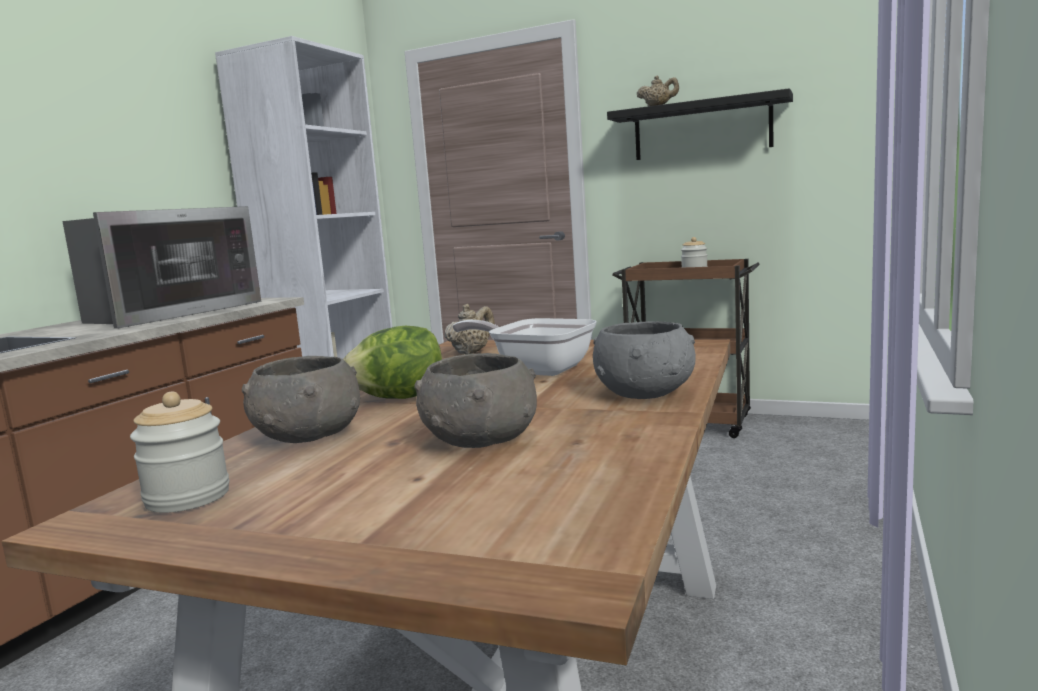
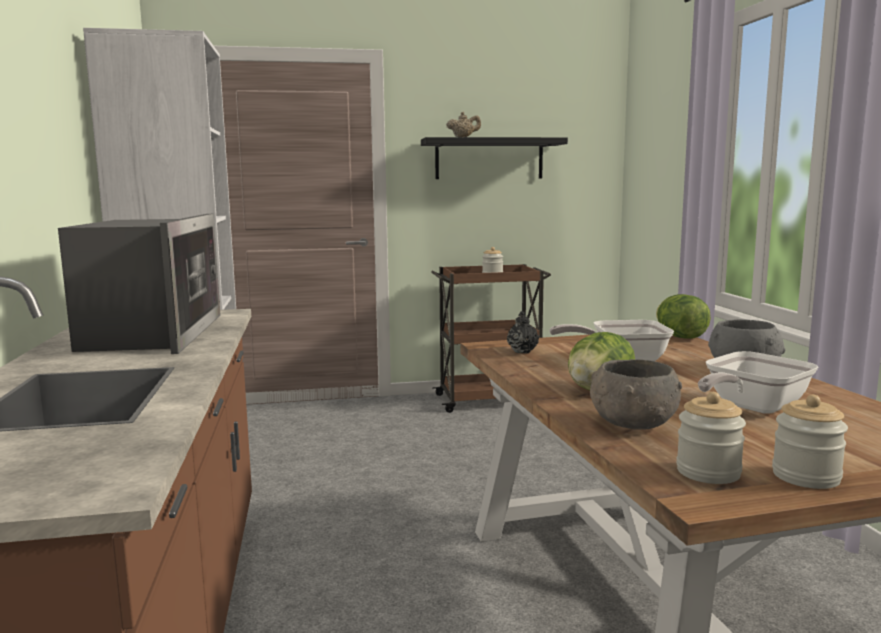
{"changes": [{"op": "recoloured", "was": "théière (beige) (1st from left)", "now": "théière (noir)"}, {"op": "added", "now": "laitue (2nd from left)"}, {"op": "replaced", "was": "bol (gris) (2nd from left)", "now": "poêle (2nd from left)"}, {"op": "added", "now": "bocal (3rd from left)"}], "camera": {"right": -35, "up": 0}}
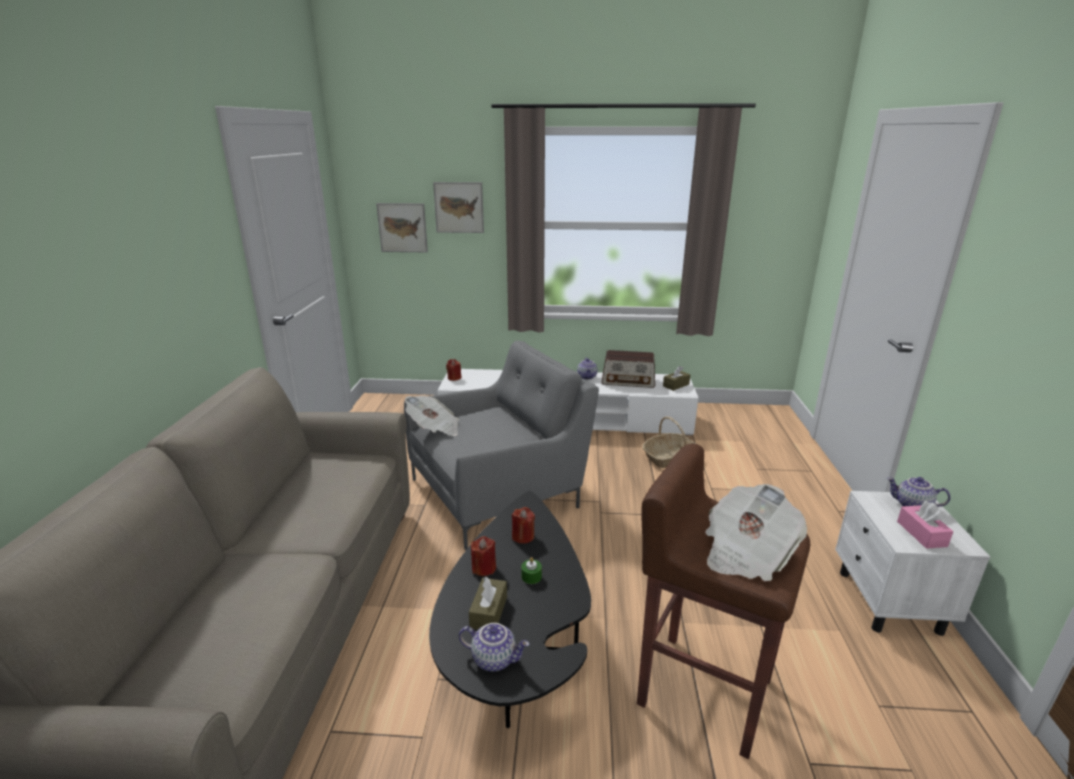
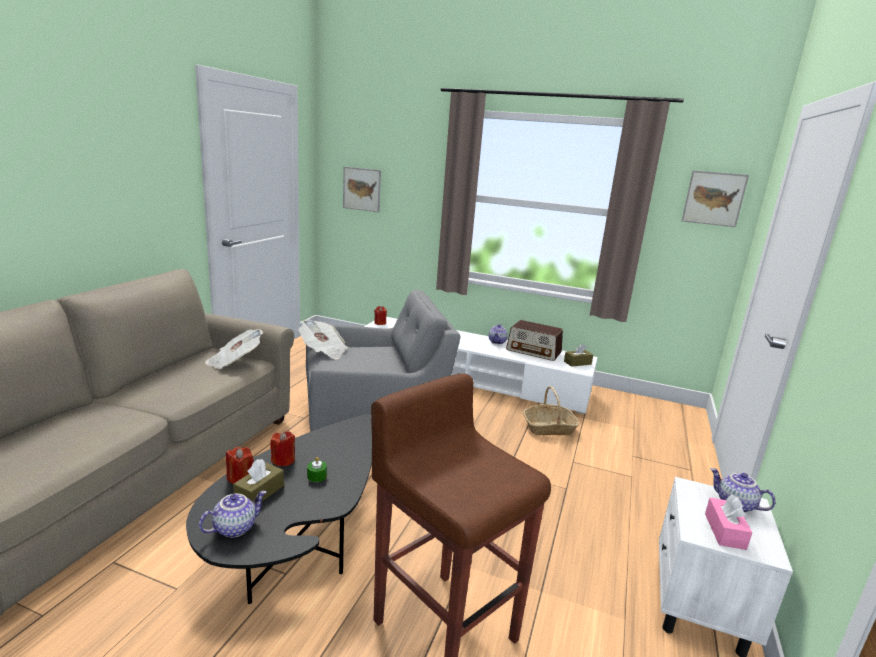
{"changes": [{"op": "turned", "was": "théière (1st from left)", "clockwise": -75}, {"op": "moved", "was": "journal (2nd from left in the first image)", "now": "journal (1st from left)"}, {"op": "moved", "was": "bougie (rouge) (3rd from left in the first image)", "now": "bougie (rouge) (1st from left)"}, {"op": "moved", "was": "tableau (2nd from left)"}], "camera": {"right": 15, "up": -5}}
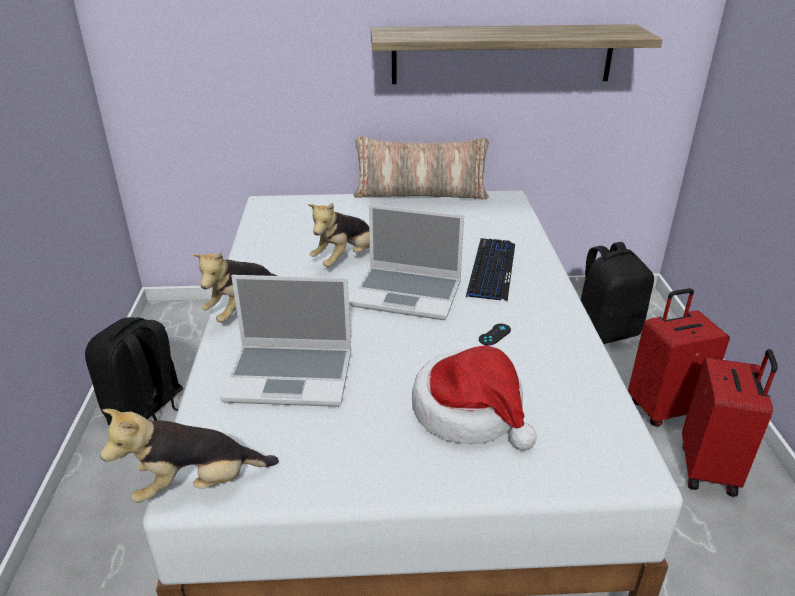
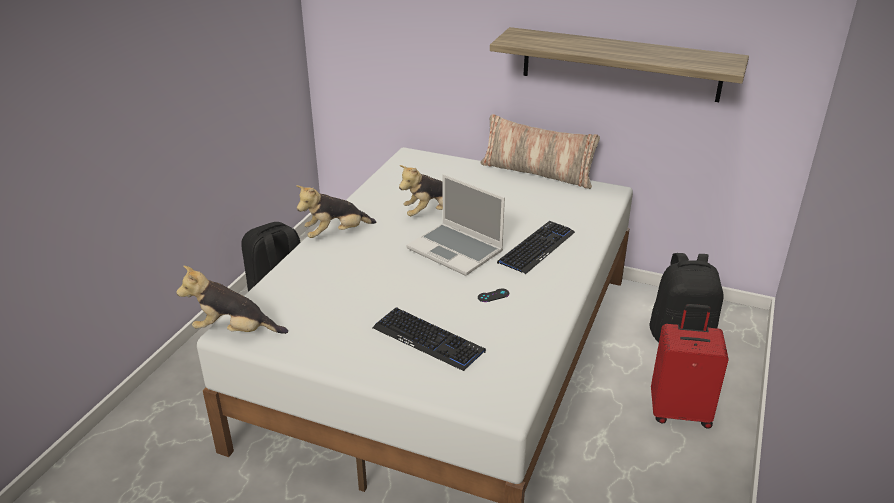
{"changes": [{"op": "replaced", "was": "chapeau", "now": "clavier (1st from left)"}, {"op": "removed", "was": "ordinateur portable (1st from left)"}, {"op": "removed", "was": "valise (rouge) (2nd from left)"}], "camera": {"right": 25, "up": 0}}
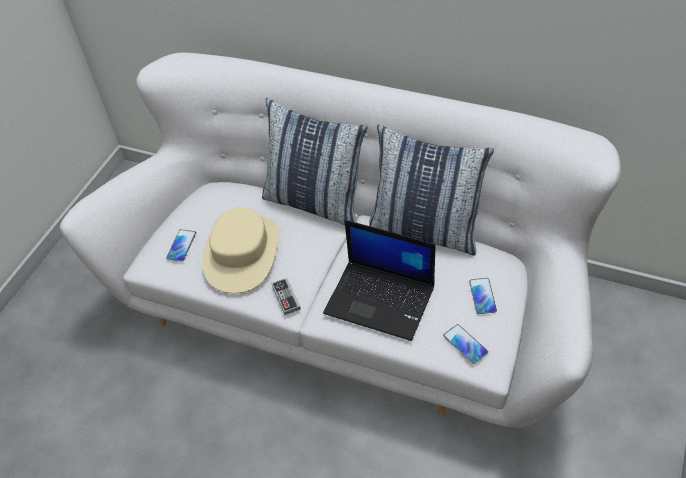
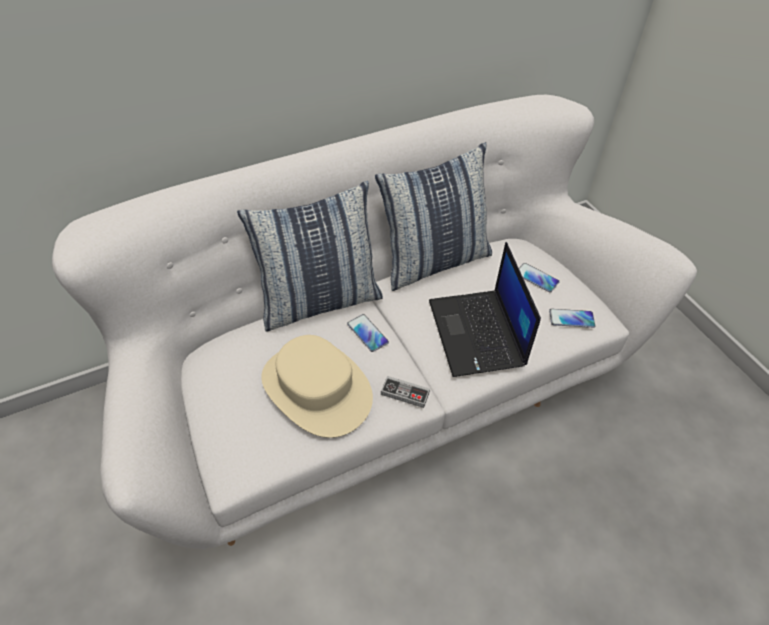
{"changes": [{"op": "moved", "was": "téléphone (1st from left)"}, {"op": "turned", "was": "ordinateur portable", "clockwise": 105}], "camera": {"right": -55, "up": 0}}
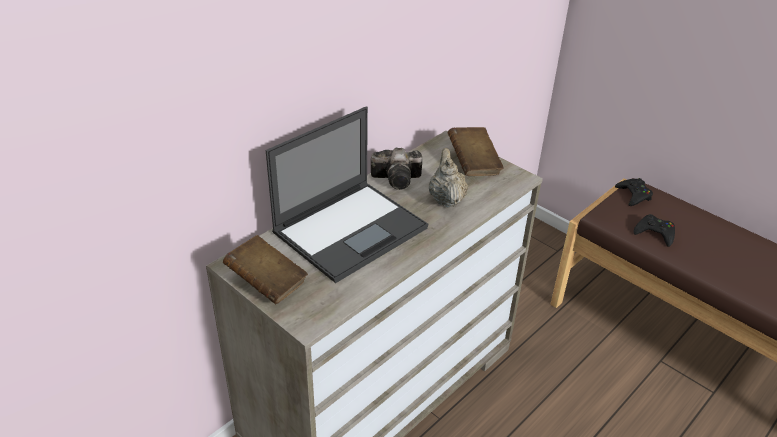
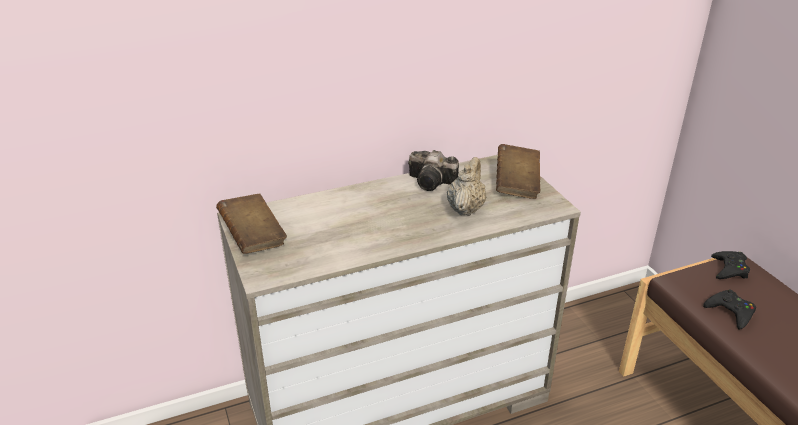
{"changes": [{"op": "removed", "was": "ordinateur portable"}], "camera": {"right": 25, "up": -5}}
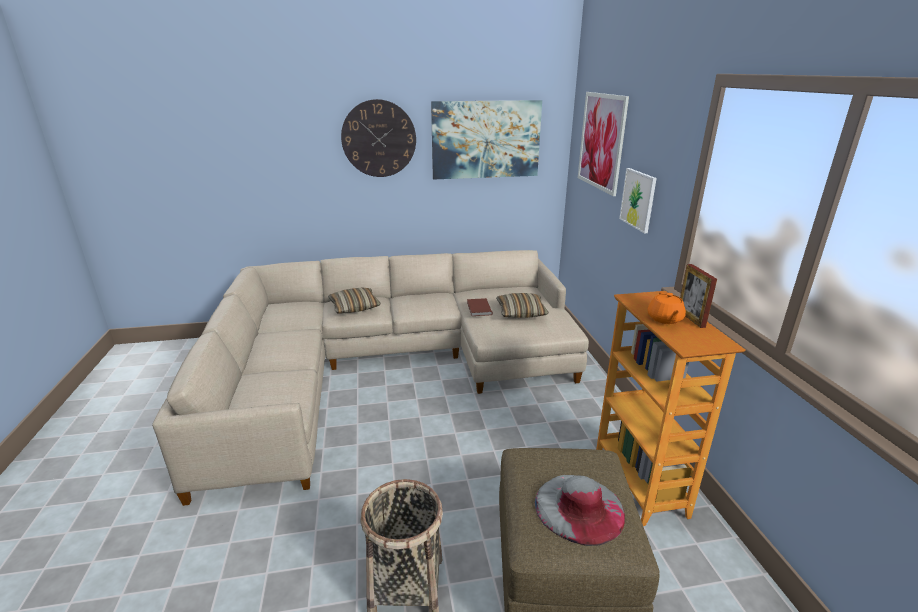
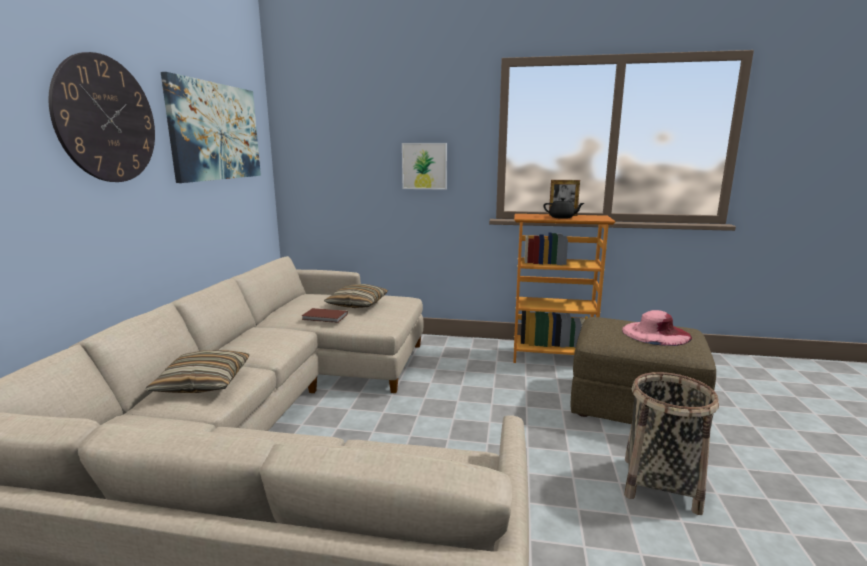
{"changes": [{"op": "recoloured", "was": "théière (orange)", "now": "théière (noir)"}, {"op": "recoloured", "was": "chapeau (gris)", "now": "chapeau (rose)"}, {"op": "removed", "was": "tableau (2nd from left)"}], "camera": {"right": -70, "up": -10}}
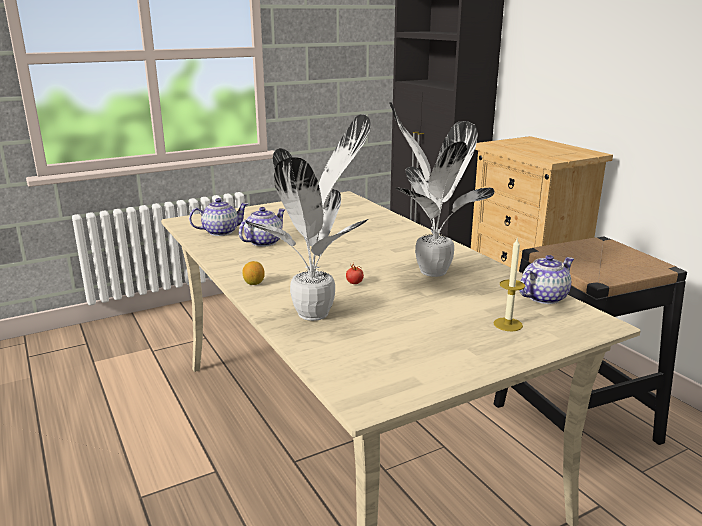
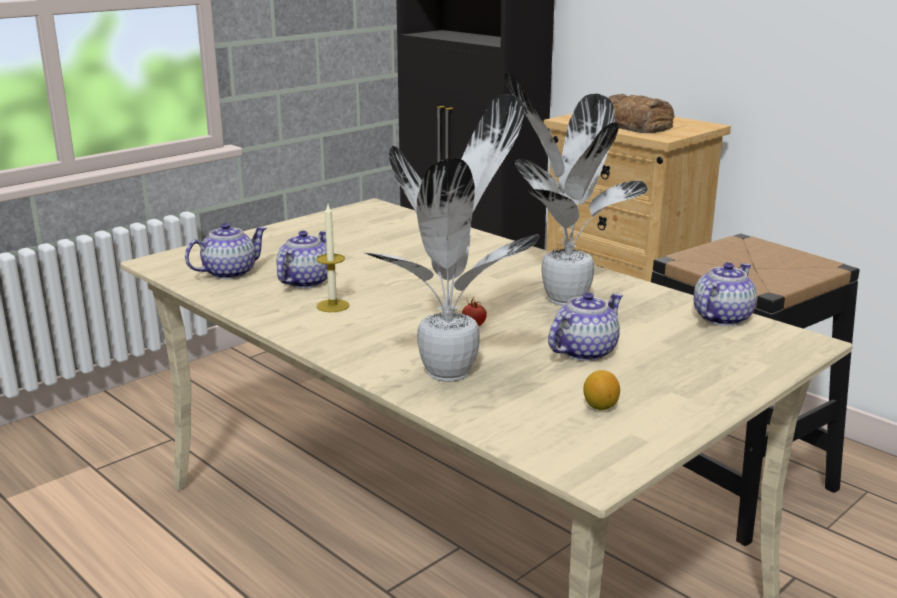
{"changes": [{"op": "moved", "was": "bougie"}, {"op": "added", "now": "théière (3rd from left)"}, {"op": "moved", "was": "citron"}, {"op": "added", "now": "pain"}], "camera": {"right": -15, "up": 0}}
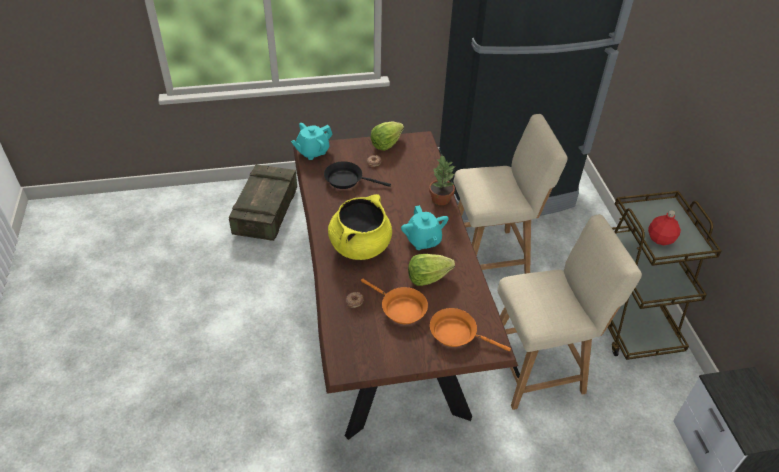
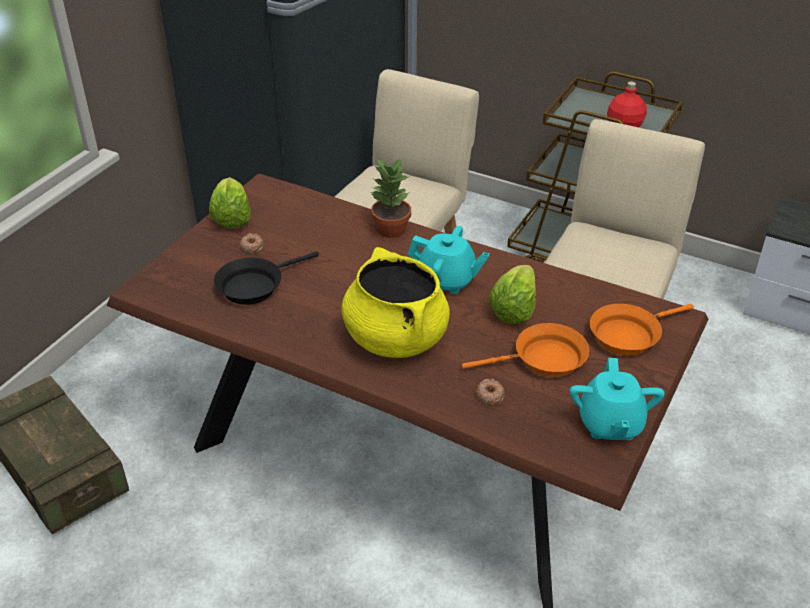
{"changes": [{"op": "moved", "was": "théière (turquoise) (1st from left in the first image)", "now": "théière (turquoise) (2nd from left)"}], "camera": {"right": -50, "up": -5}}
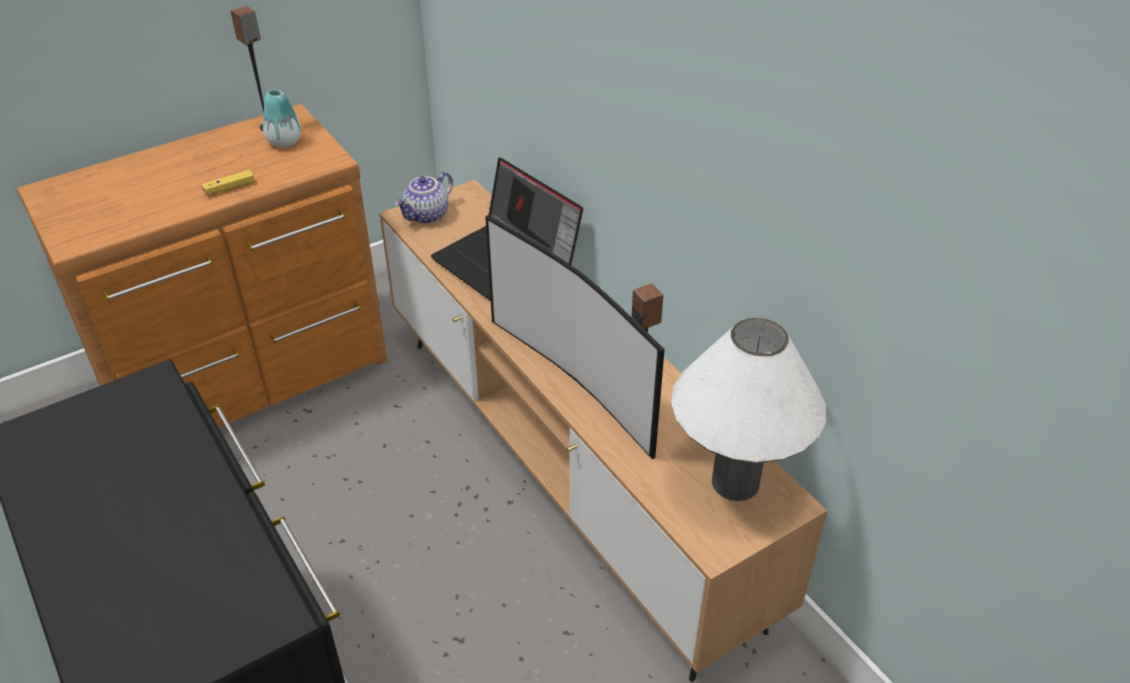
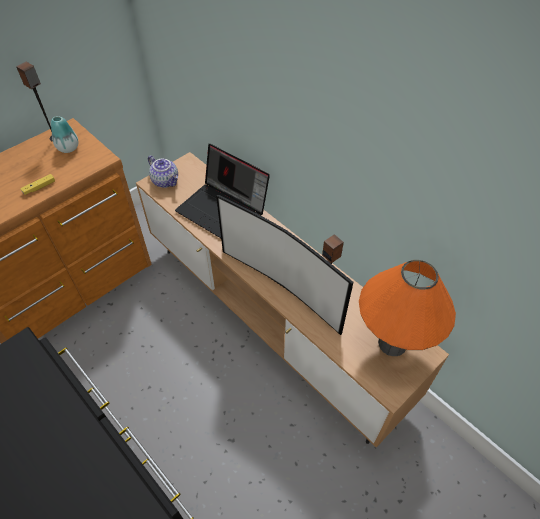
{"changes": [{"op": "turned", "was": "théière", "clockwise": -75}, {"op": "recoloured", "was": "lampe de table (blanc)", "now": "lampe de table (orange)"}], "camera": {"right": -10, "up": 10}}
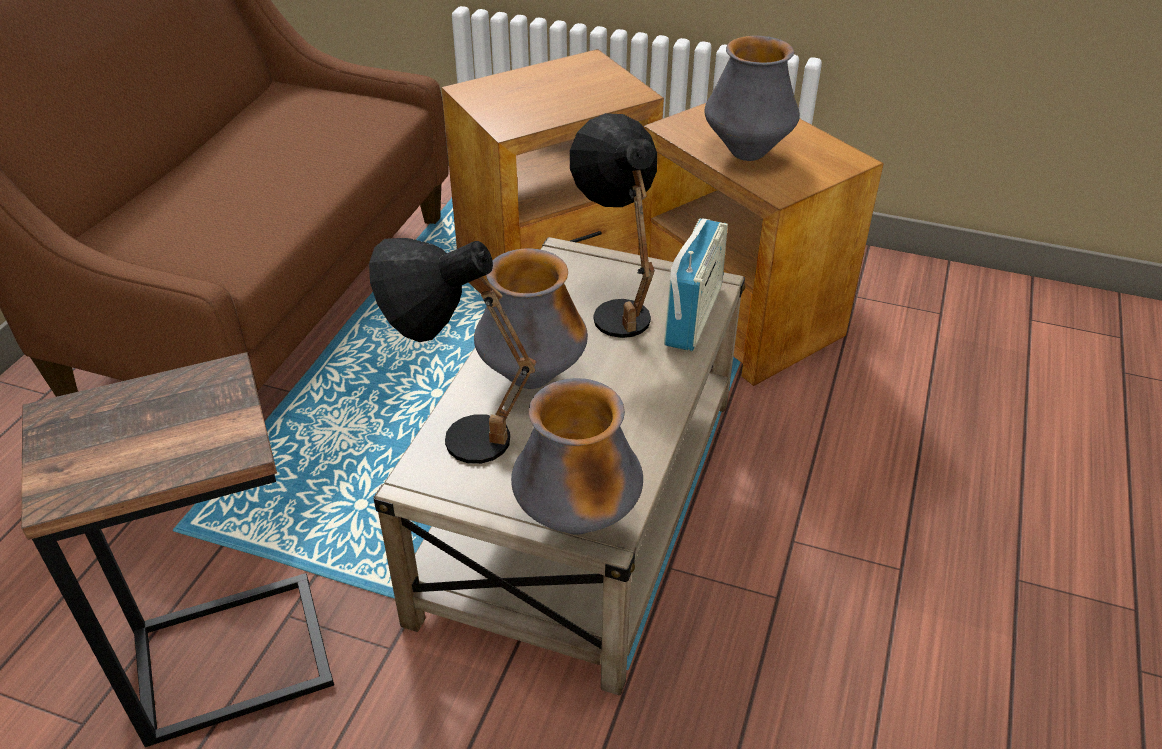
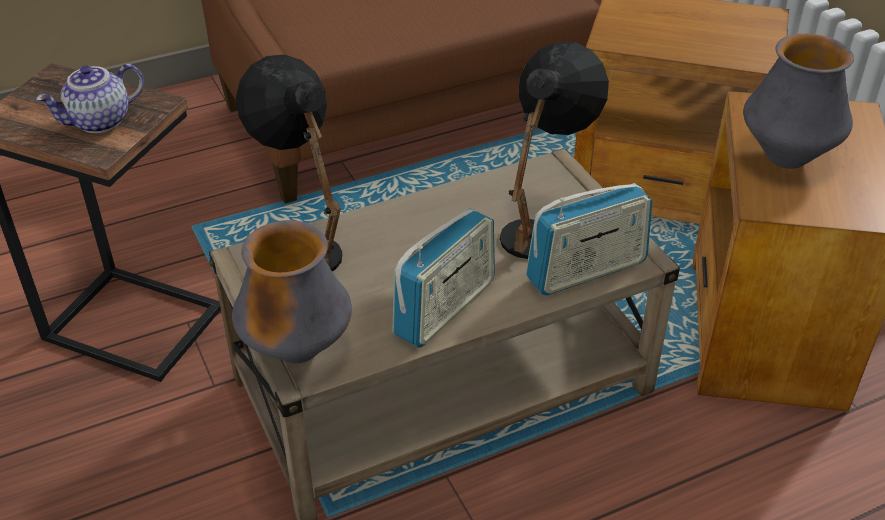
{"changes": [{"op": "added", "now": "théière"}, {"op": "added", "now": "radio (1st from left)"}, {"op": "removed", "was": "vase (1st from left)"}], "camera": {"right": 45, "up": 0}}
